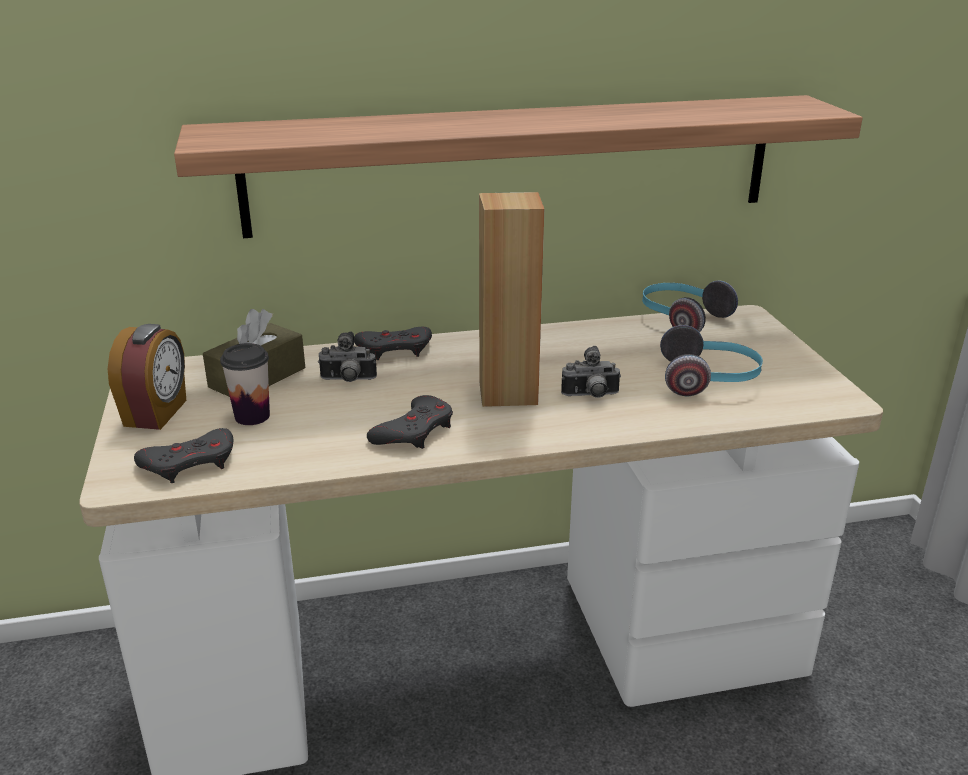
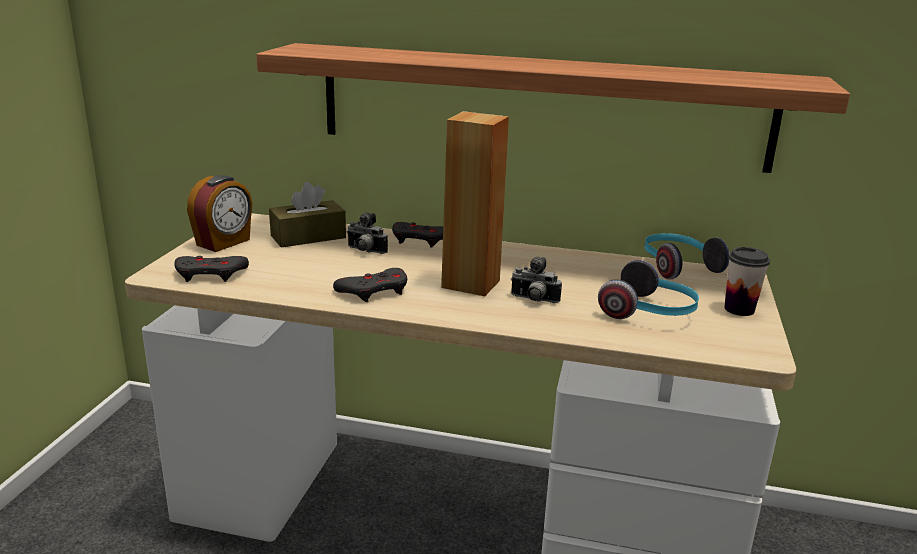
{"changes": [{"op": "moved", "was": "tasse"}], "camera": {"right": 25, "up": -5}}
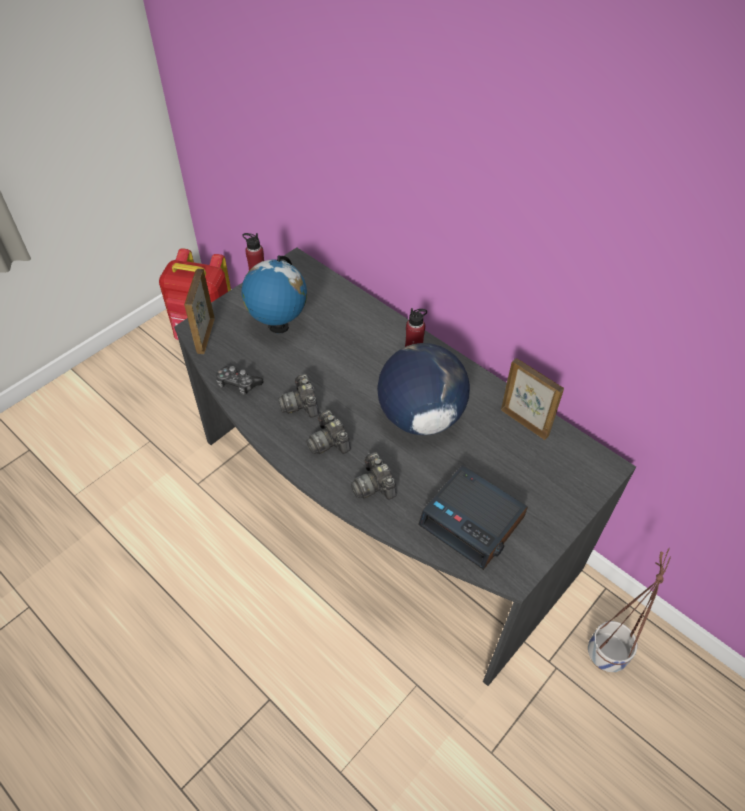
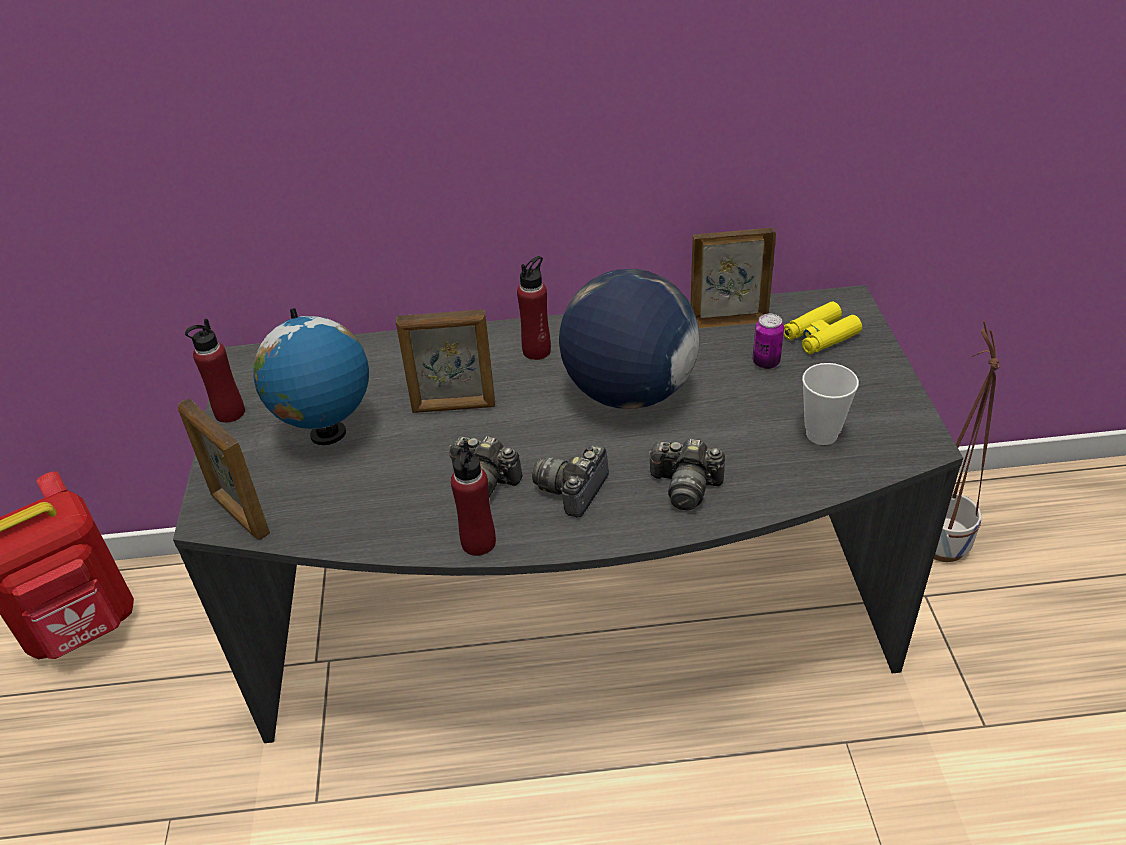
{"changes": [{"op": "added", "now": "cadre photo (2nd from left)"}, {"op": "added", "now": "bouteille (rouge) (2nd from left)"}, {"op": "turned", "was": "appareil photo (2nd from left)", "clockwise": 105}, {"op": "added", "now": "boîte métallique"}, {"op": "added", "now": "jumelles (jaune)"}, {"op": "replaced", "was": "réveil", "now": "tasse"}, {"op": "removed", "was": "manette"}], "camera": {"right": -45, "up": -10}}
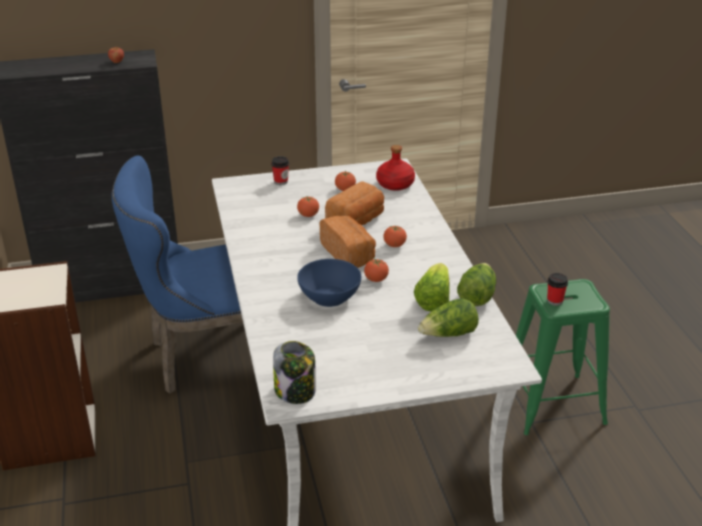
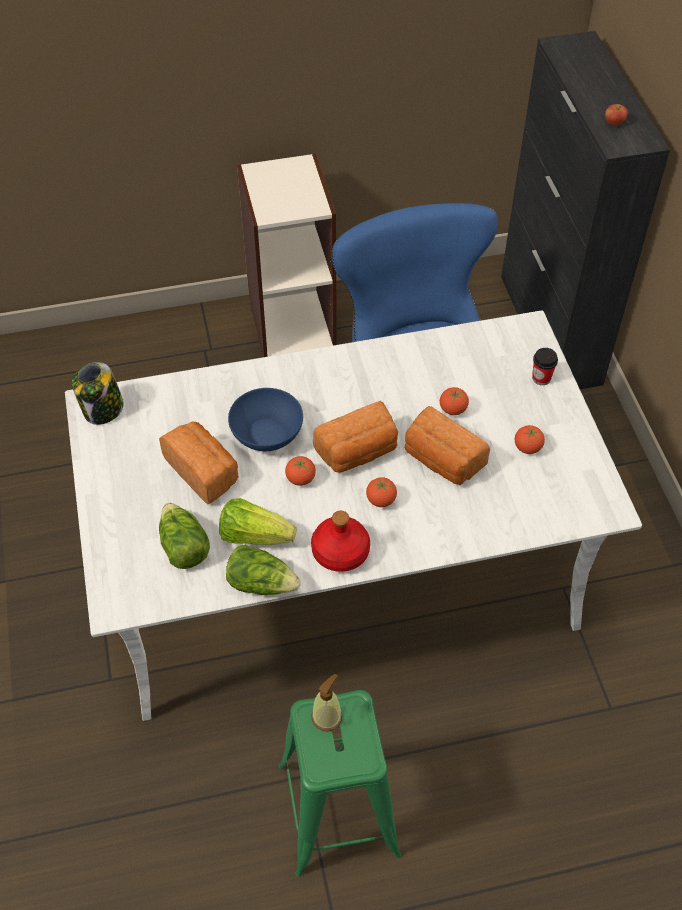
{"changes": [{"op": "added", "now": "pain (1st from left)"}, {"op": "moved", "was": "bouteille (rouge)"}, {"op": "replaced", "was": "tasse (2nd from left)", "now": "distributeur de savon"}], "camera": {"right": 90, "up": 20}}
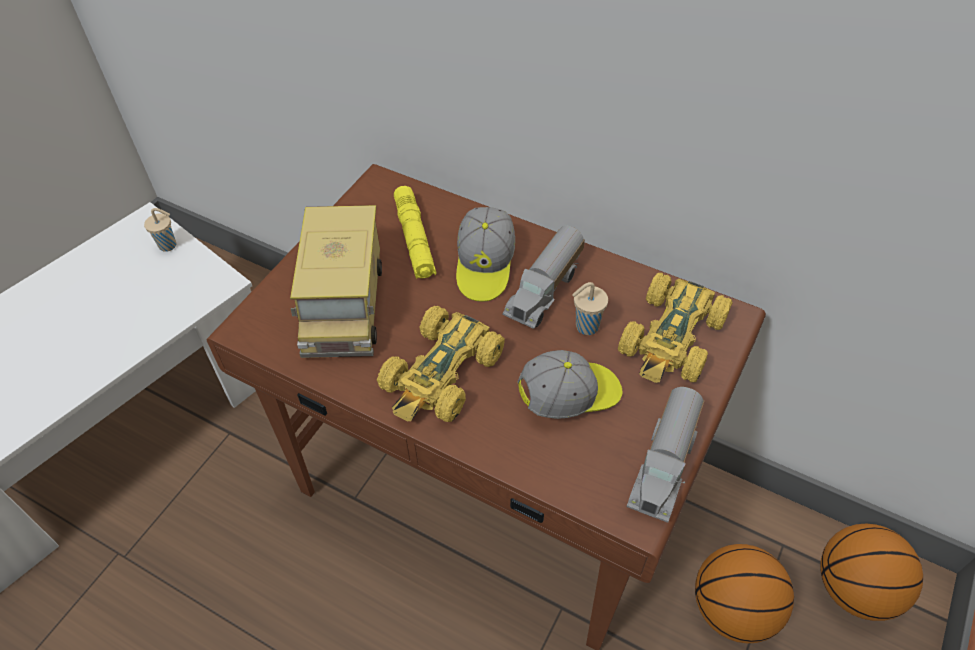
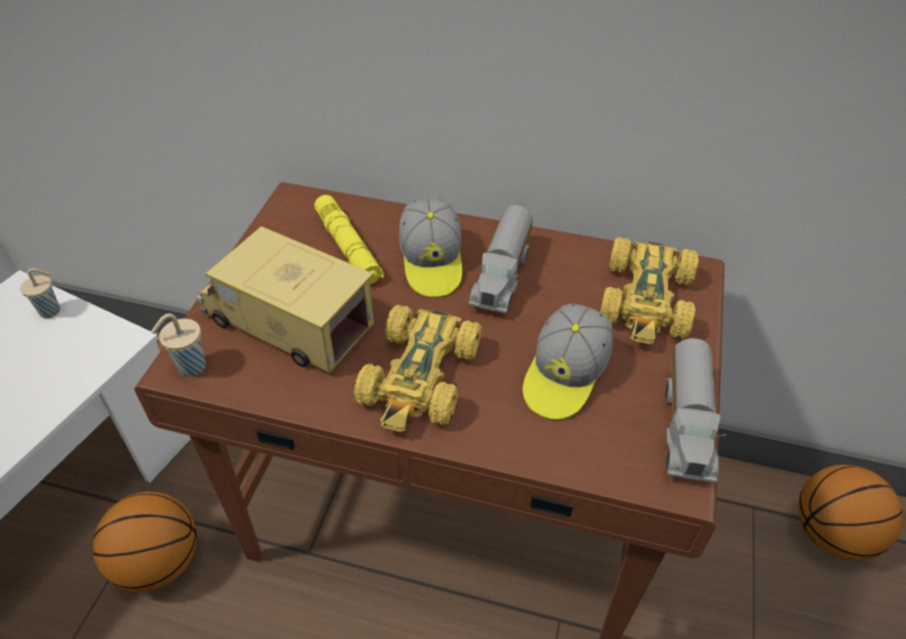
{"changes": [{"op": "moved", "was": "ballon de basket (1st from left)"}, {"op": "moved", "was": "tasse (beige) (2nd from left)"}, {"op": "turned", "was": "camion jouet (1st from left)", "clockwise": 135}, {"op": "turned", "was": "casquette (2nd from left)", "clockwise": 150}], "camera": {"right": -15, "up": -5}}
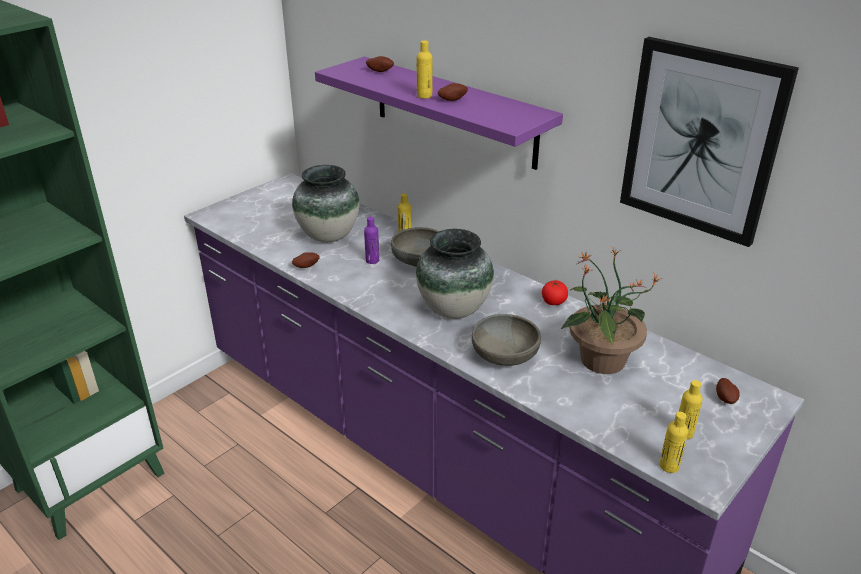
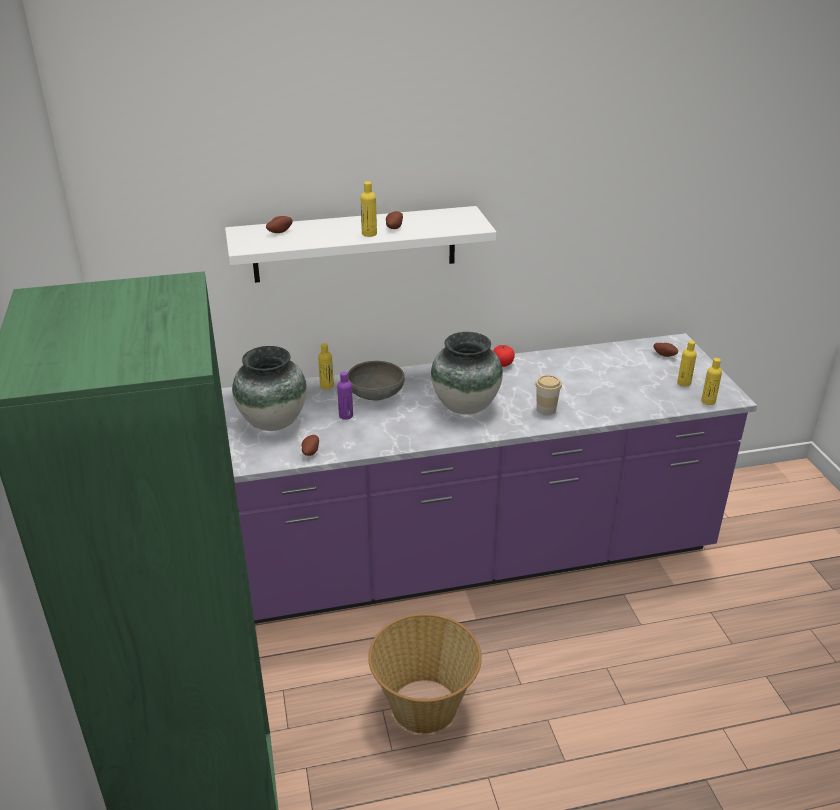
{"changes": [{"op": "recoloured", "was": "étagère (violet)", "now": "étagère (blanc)"}, {"op": "added", "now": "panier"}, {"op": "replaced", "was": "bol (gris) (2nd from left)", "now": "tasse"}, {"op": "removed", "was": "plante en pot"}, {"op": "removed", "was": "tableau"}], "camera": {"right": -55, "up": 0}}
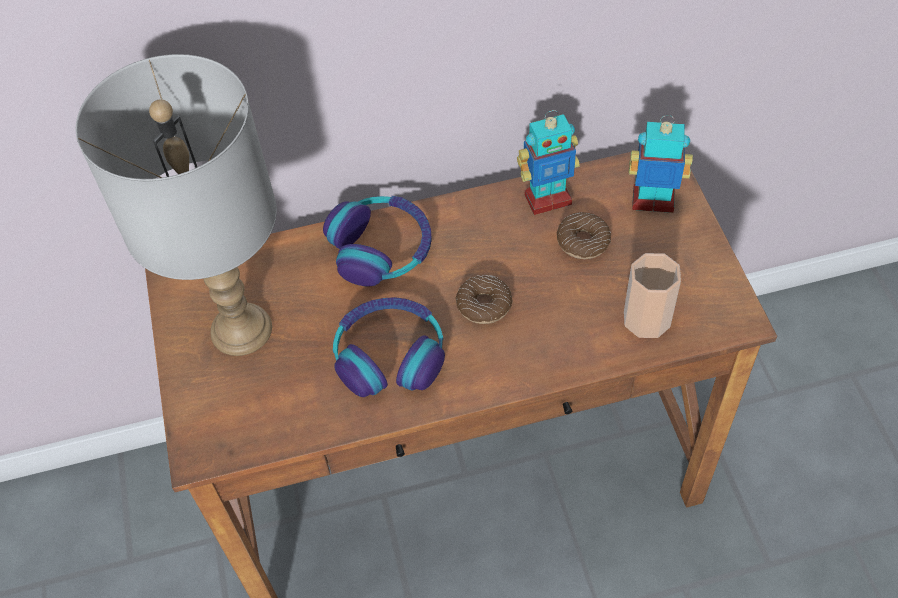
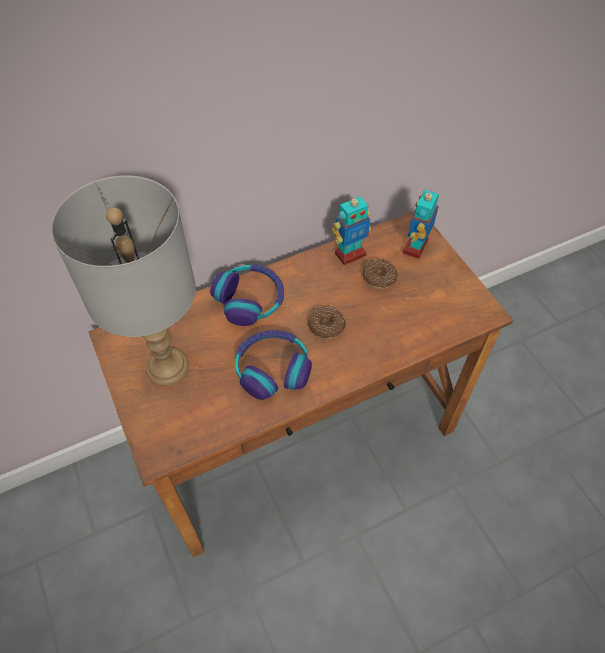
{"changes": [{"op": "turned", "was": "robot jouet (2nd from left)", "clockwise": -60}, {"op": "removed", "was": "tasse"}], "camera": {"right": -15, "up": 0}}
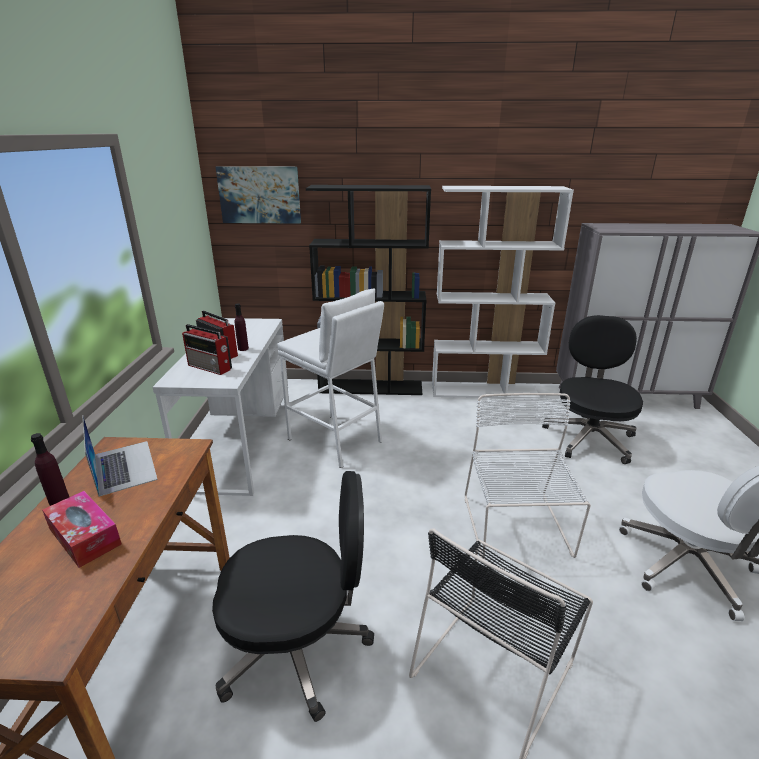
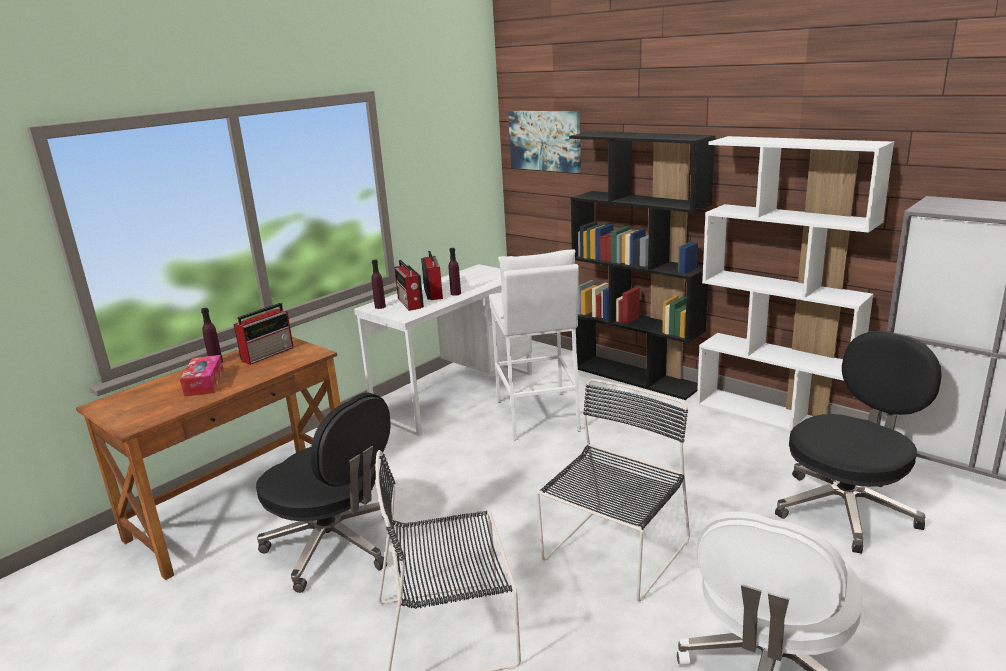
{"changes": [{"op": "replaced", "was": "ordinateur portable", "now": "radio (1st from left)"}, {"op": "added", "now": "bouteille (violet) (2nd from left)"}, {"op": "recoloured", "was": "chaise (blanc)", "now": "chaise (noir) (2nd from left)"}], "camera": {"right": 40, "up": -5}}
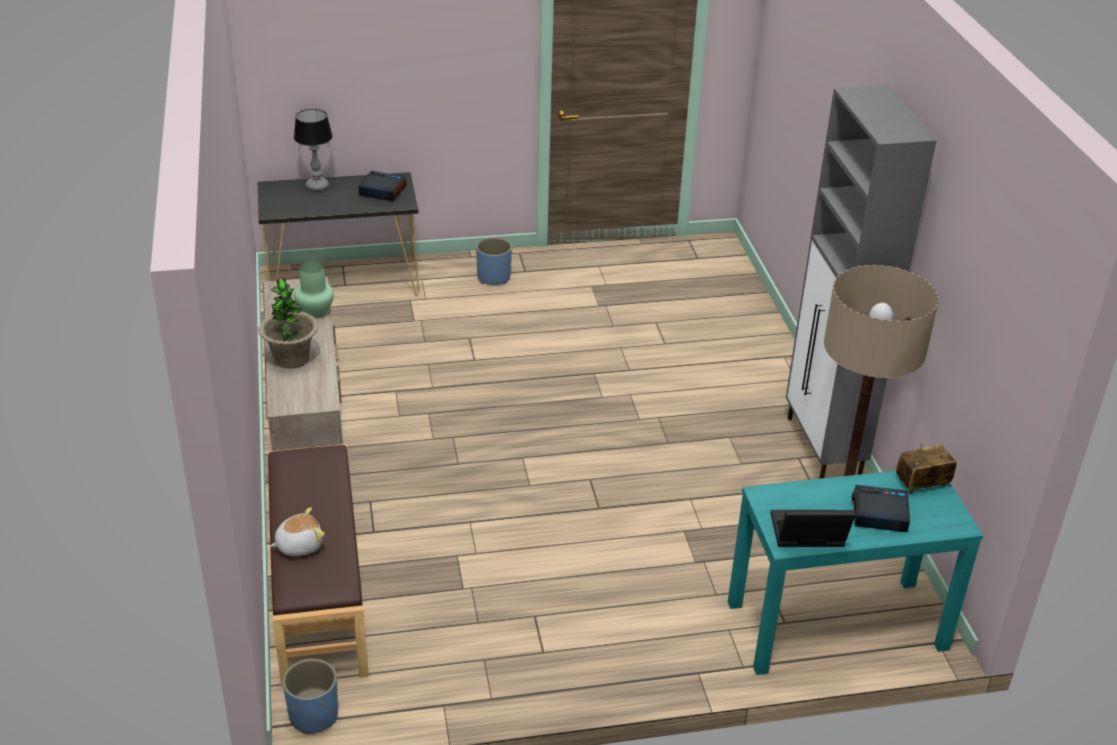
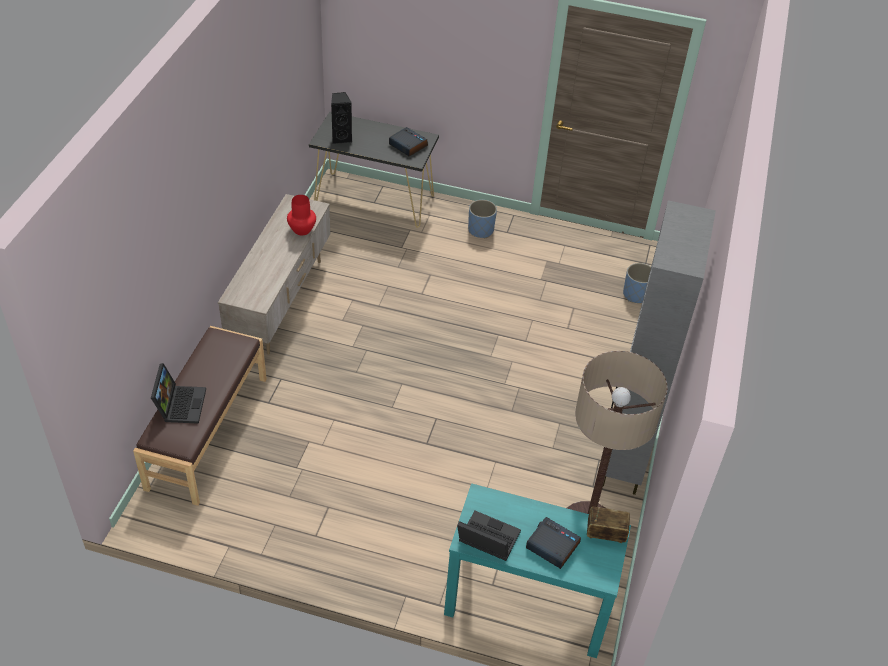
{"changes": [{"op": "replaced", "was": "peluche", "now": "ordinateur portable (1st from left)"}, {"op": "recoloured", "was": "vase (vert)", "now": "vase (rouge)"}, {"op": "added", "now": "enceinte (noir)"}, {"op": "moved", "was": "cache-pot (bleu) (1st from left in the first image)", "now": "cache-pot (bleu) (2nd from left)"}, {"op": "removed", "was": "plante en pot"}, {"op": "removed", "was": "lampe de table"}], "camera": {"right": 25, "up": 10}}
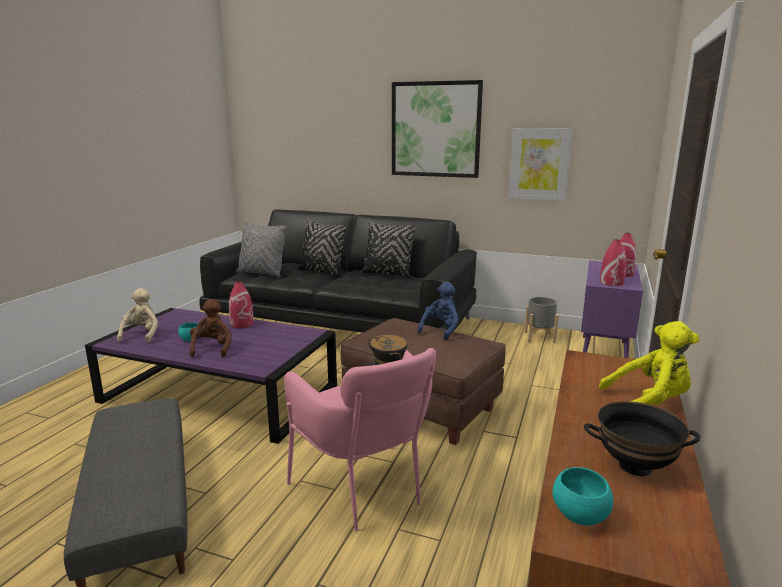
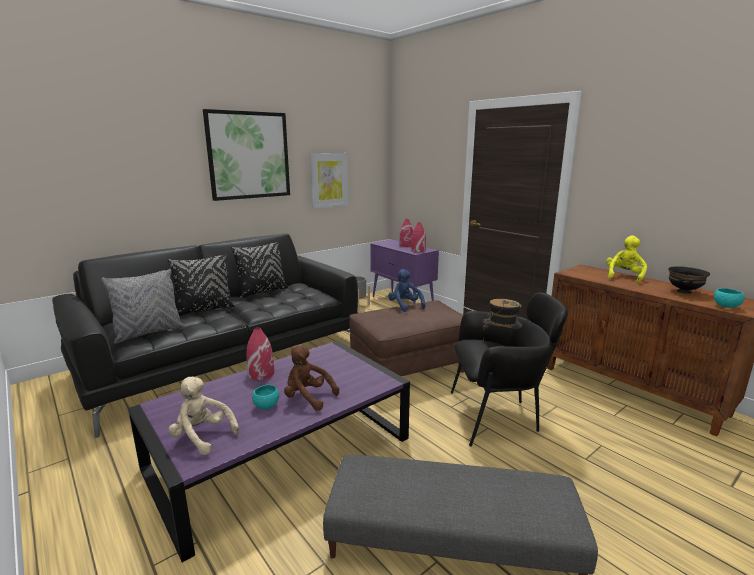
{"changes": [{"op": "recoloured", "was": "fauteuil (rose)", "now": "fauteuil (noir)"}], "camera": {"right": -60, "up": 0}}
